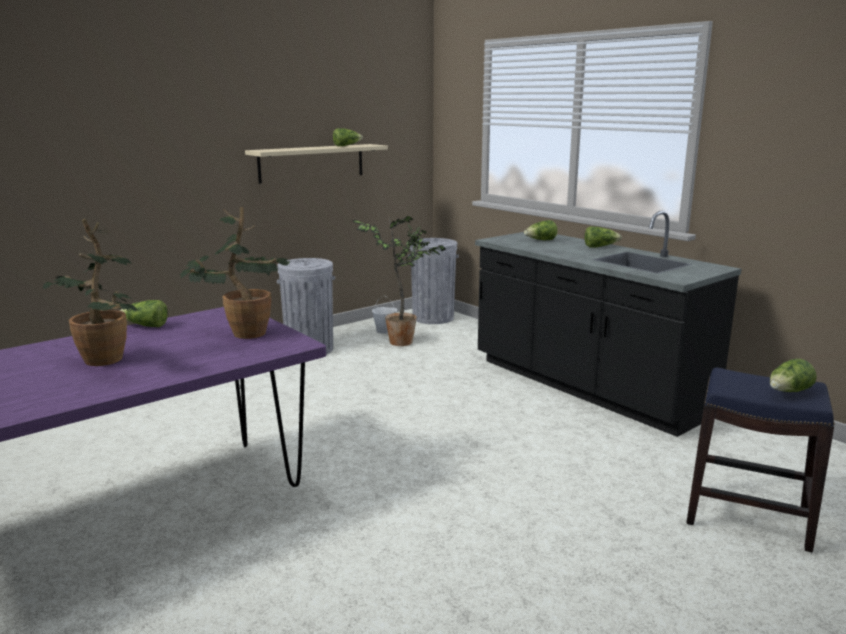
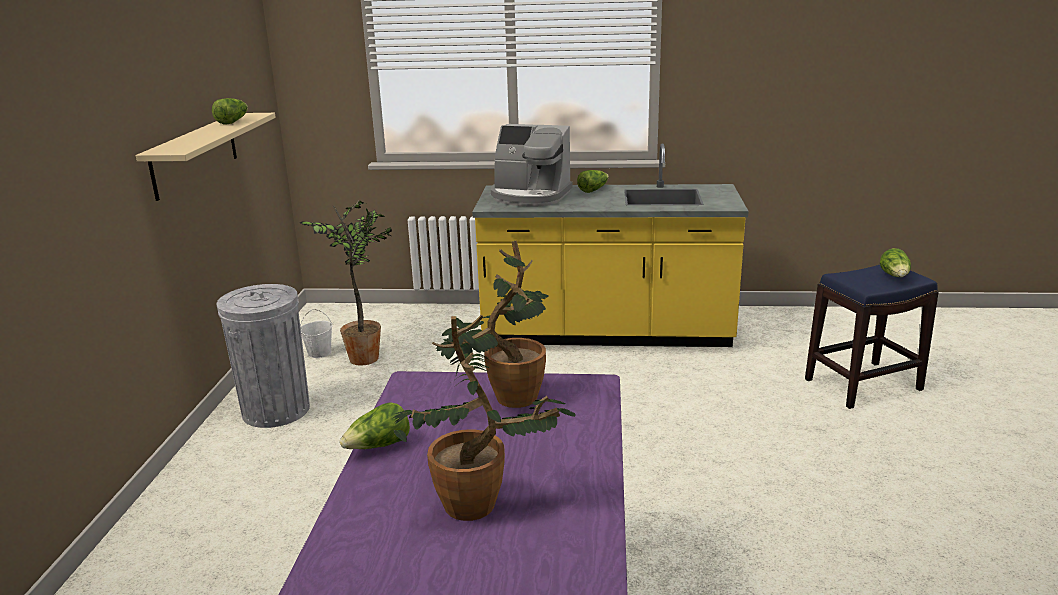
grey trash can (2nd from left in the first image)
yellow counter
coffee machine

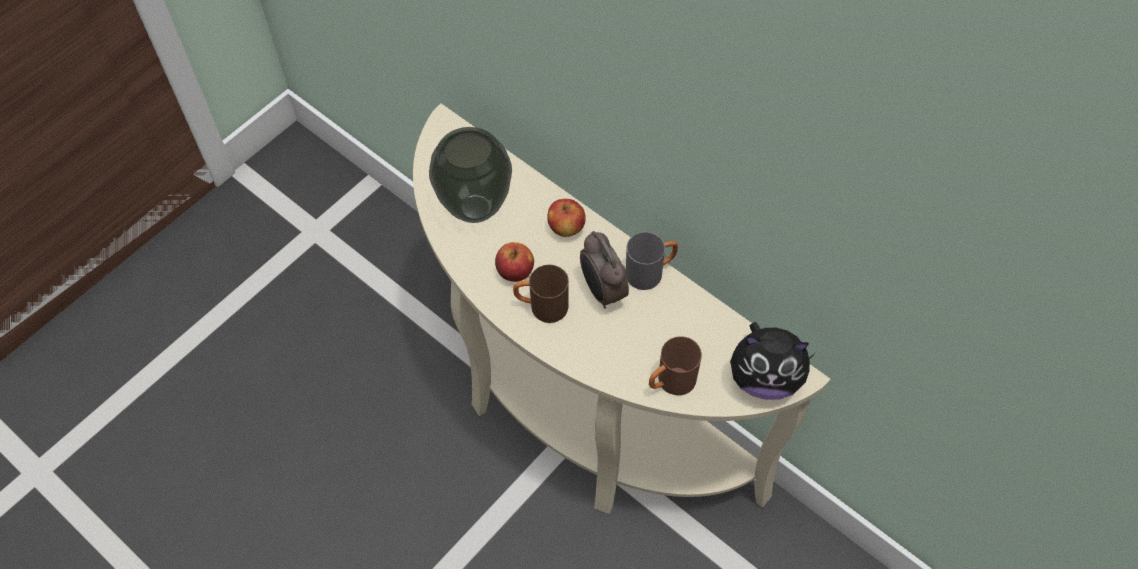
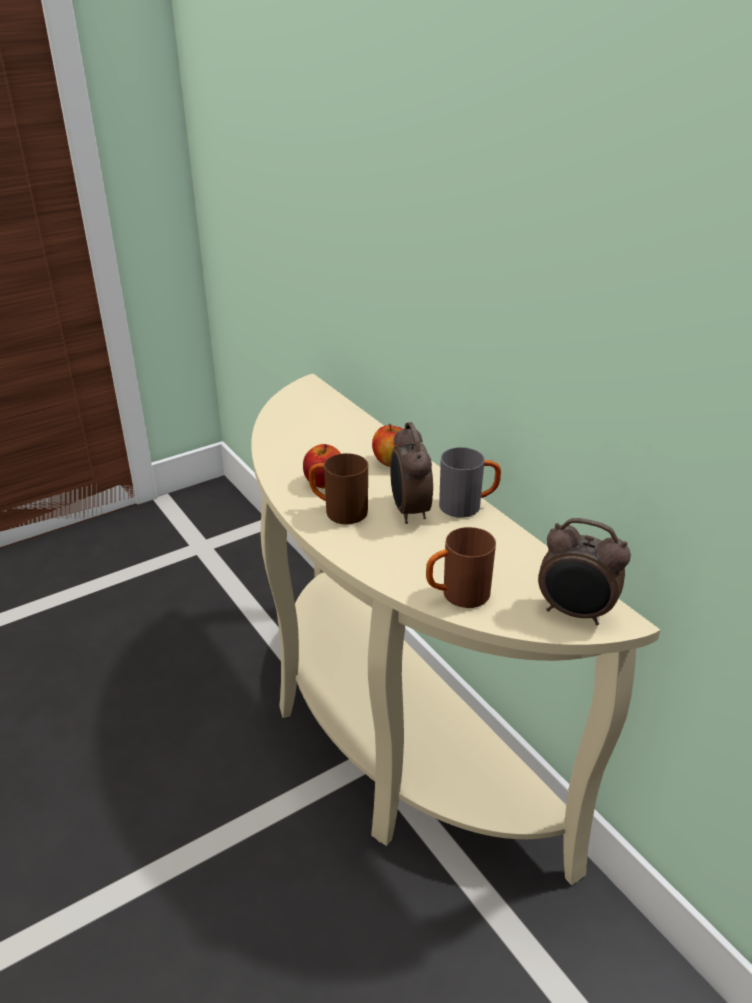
vase
alarm clock (2nd from left)

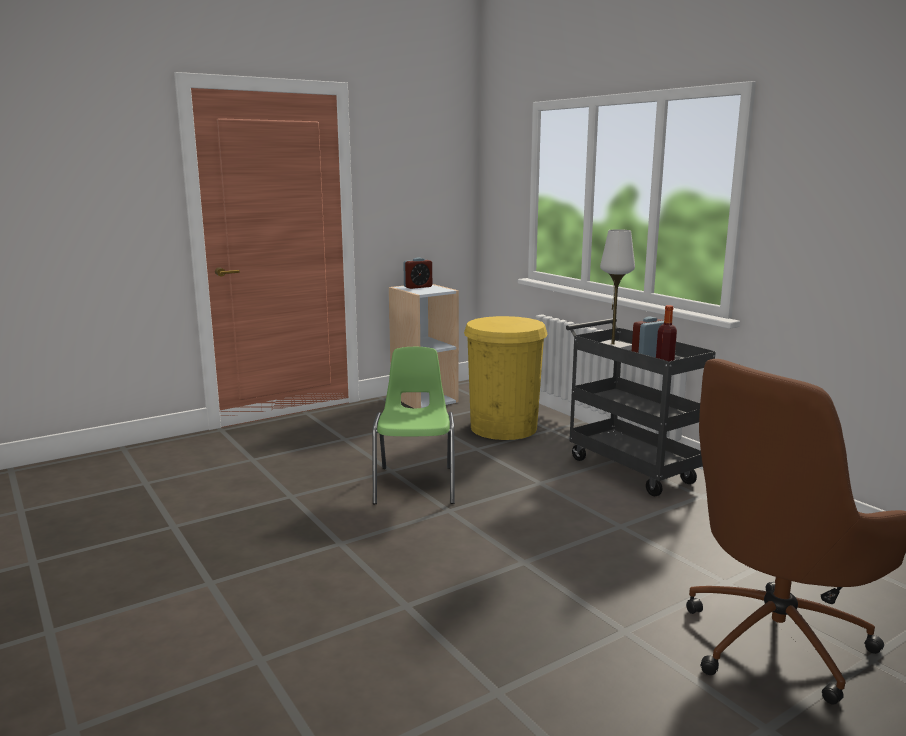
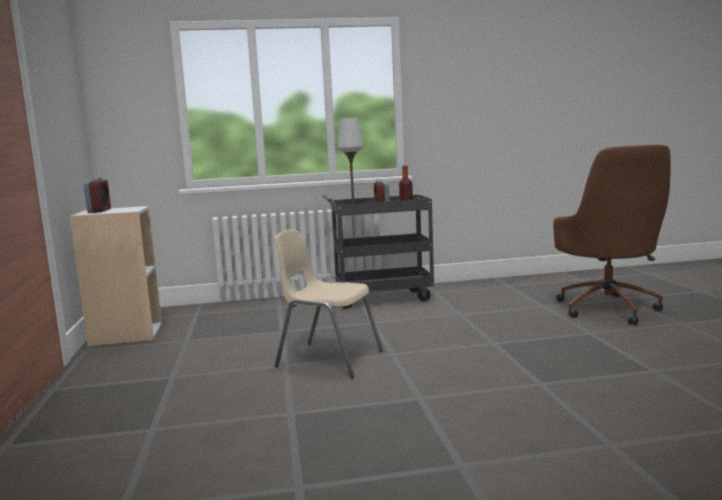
beige chair
yellow trash can

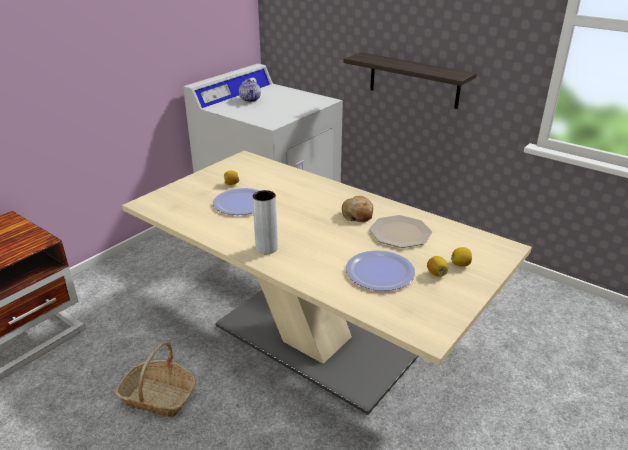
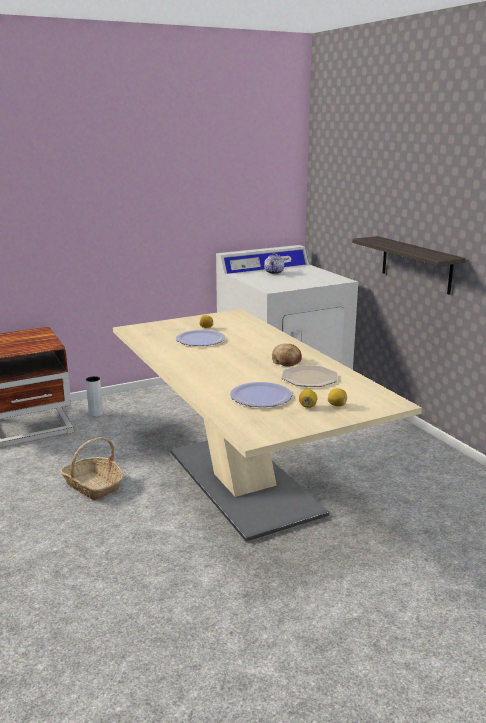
grey vase

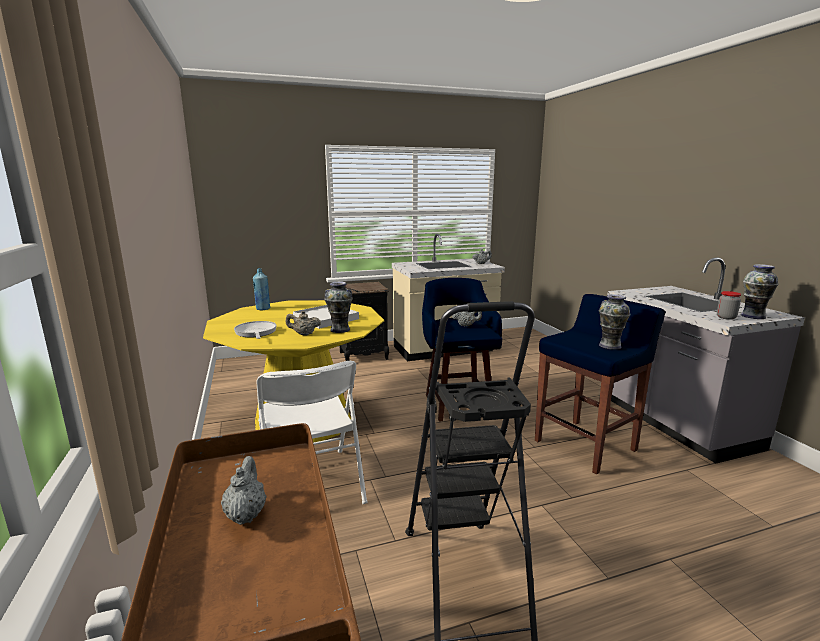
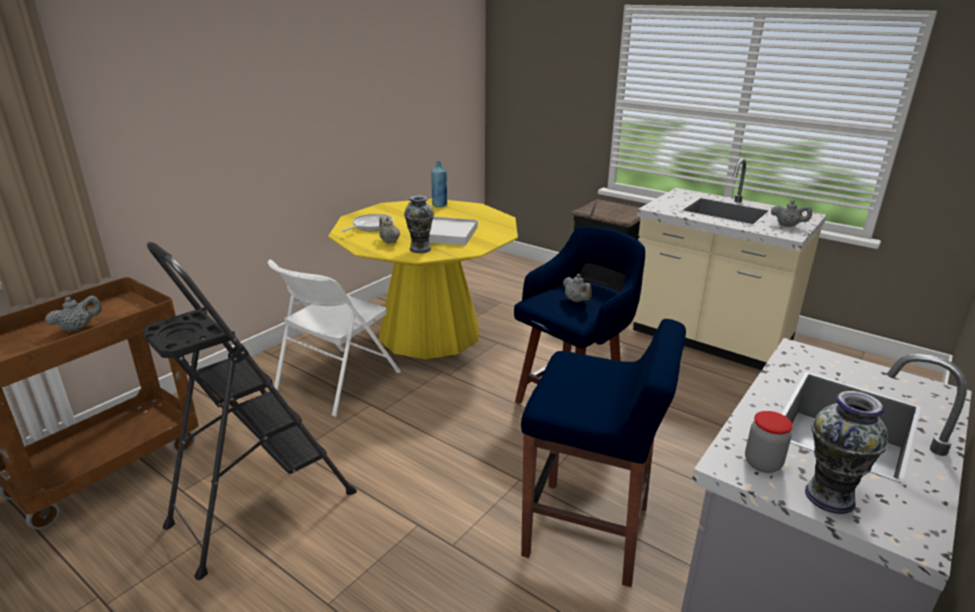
vase (2nd from left in the first image)

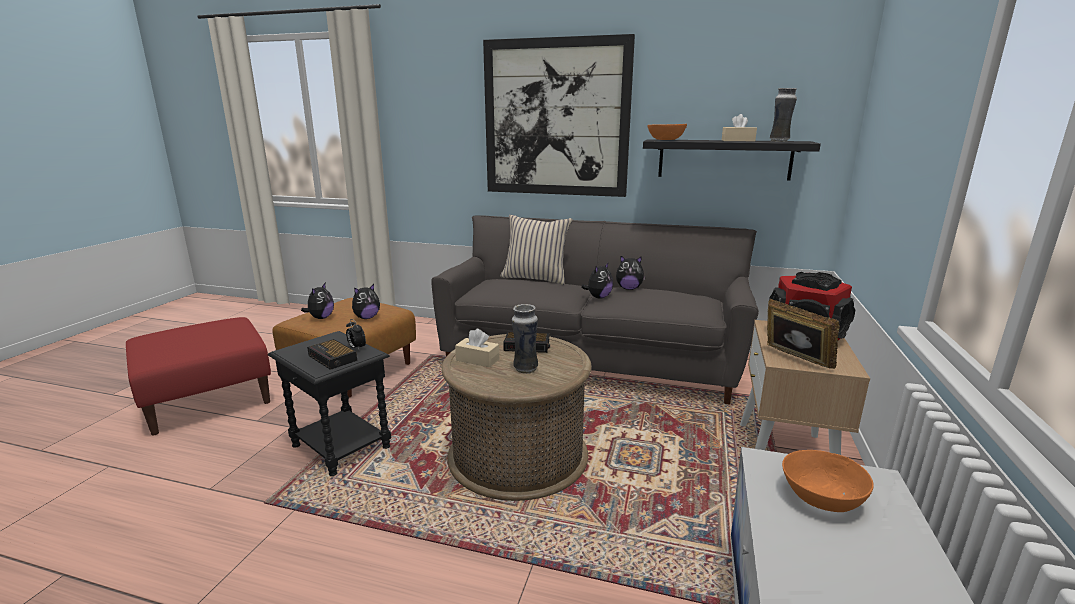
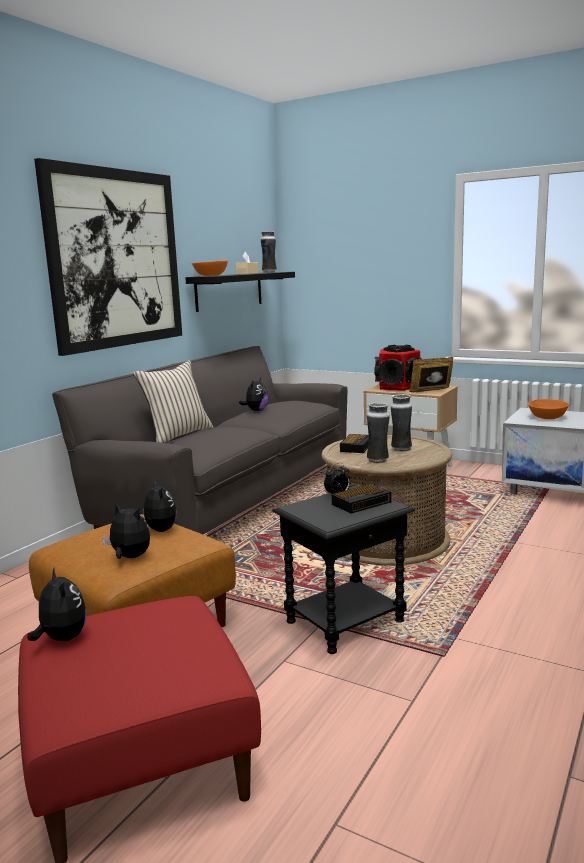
vase (2nd from left)
plush toy (1st from left)

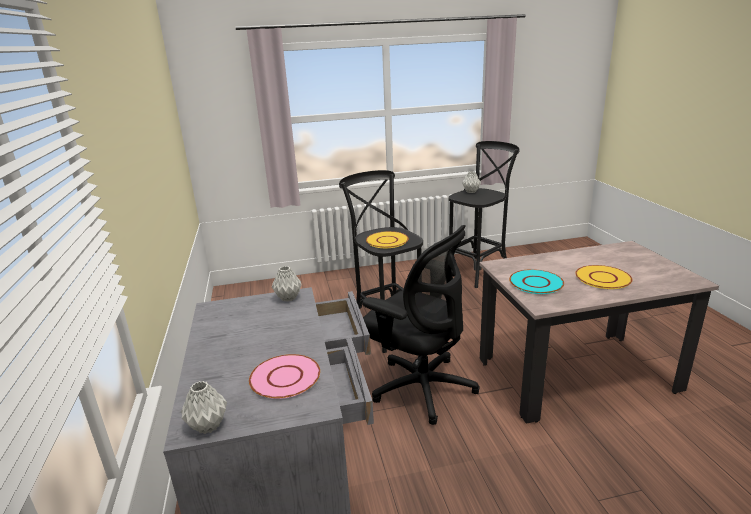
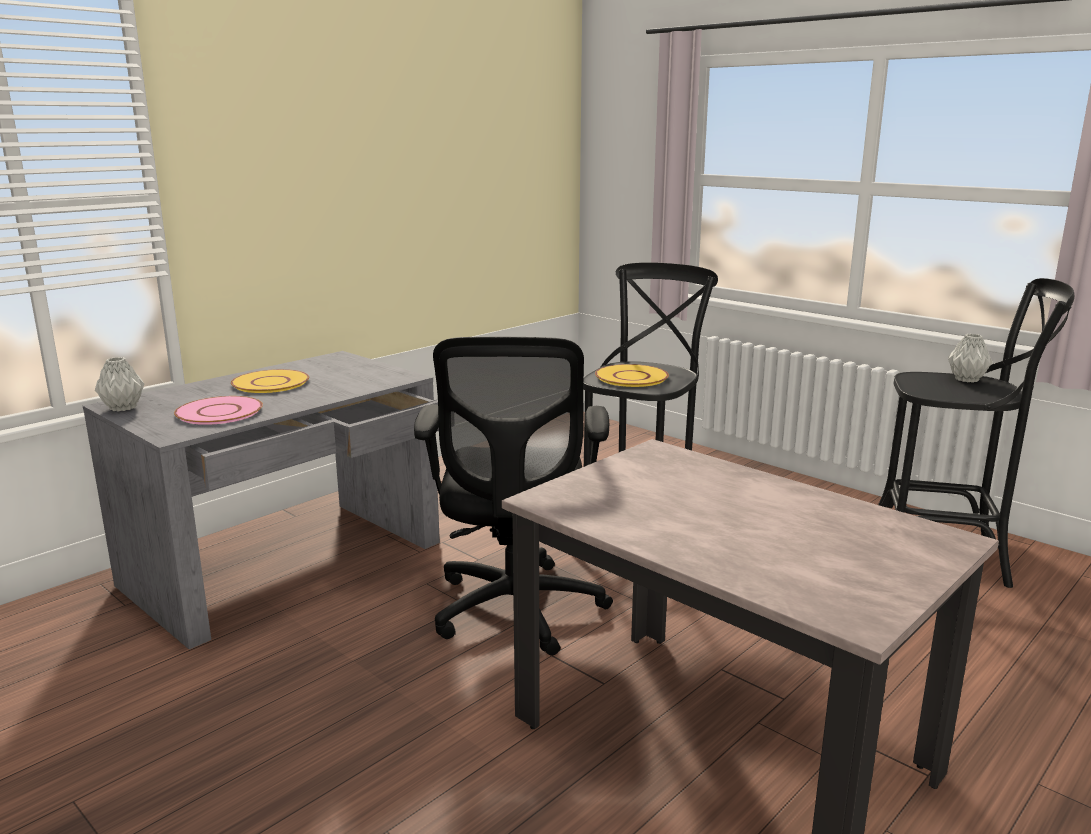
grey vase (2nd from left in the first image)
turquoise plate
yellow plate (1st from left)

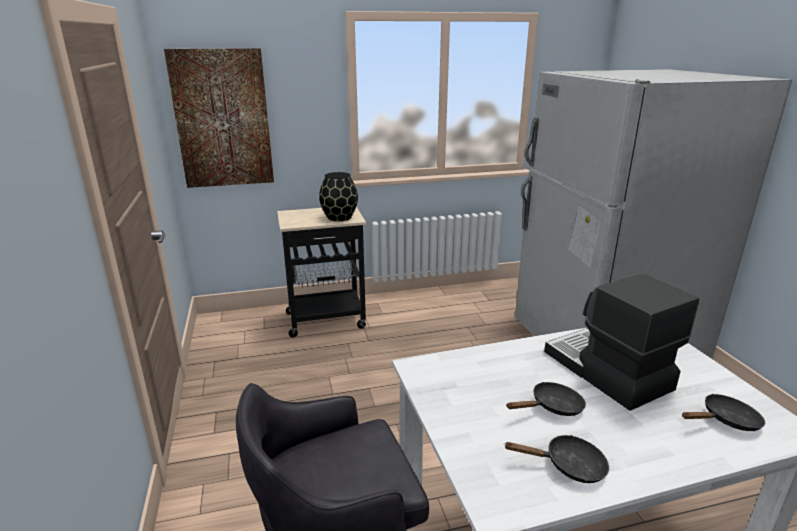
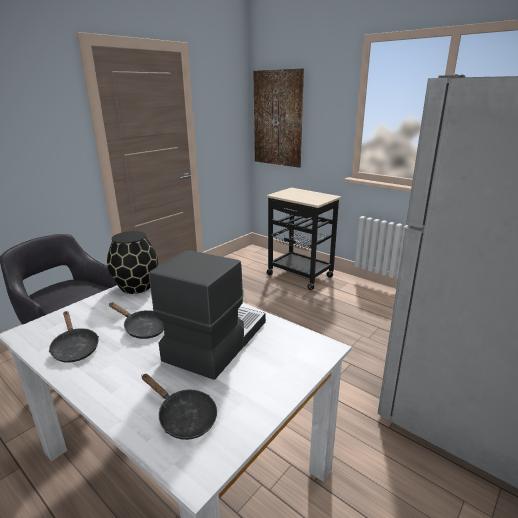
black vase

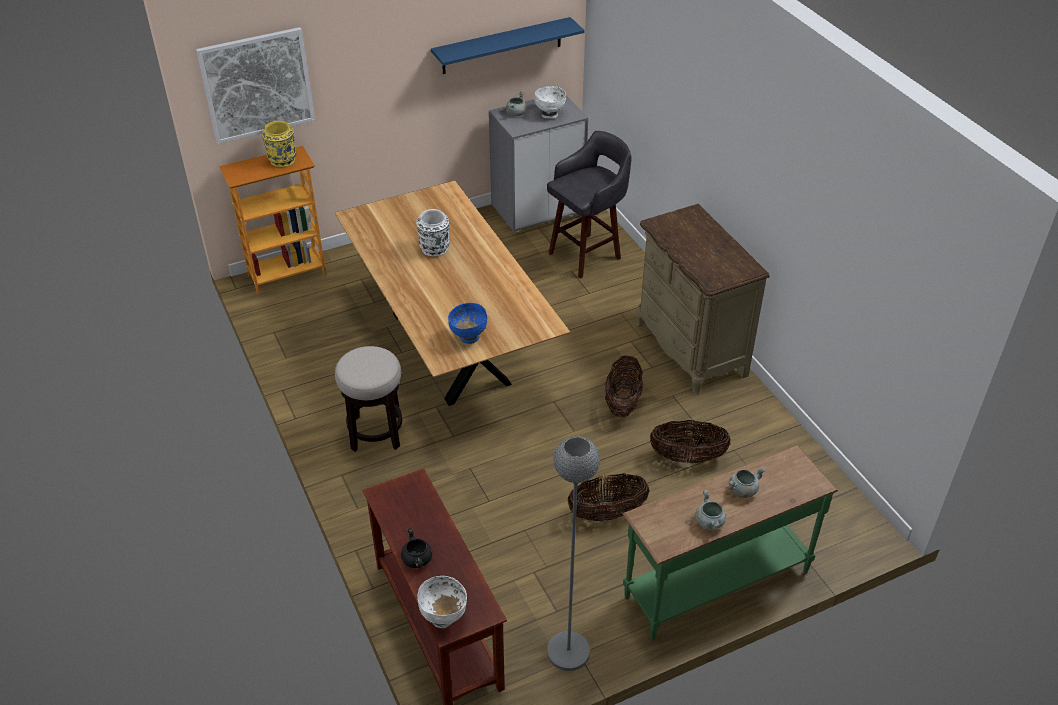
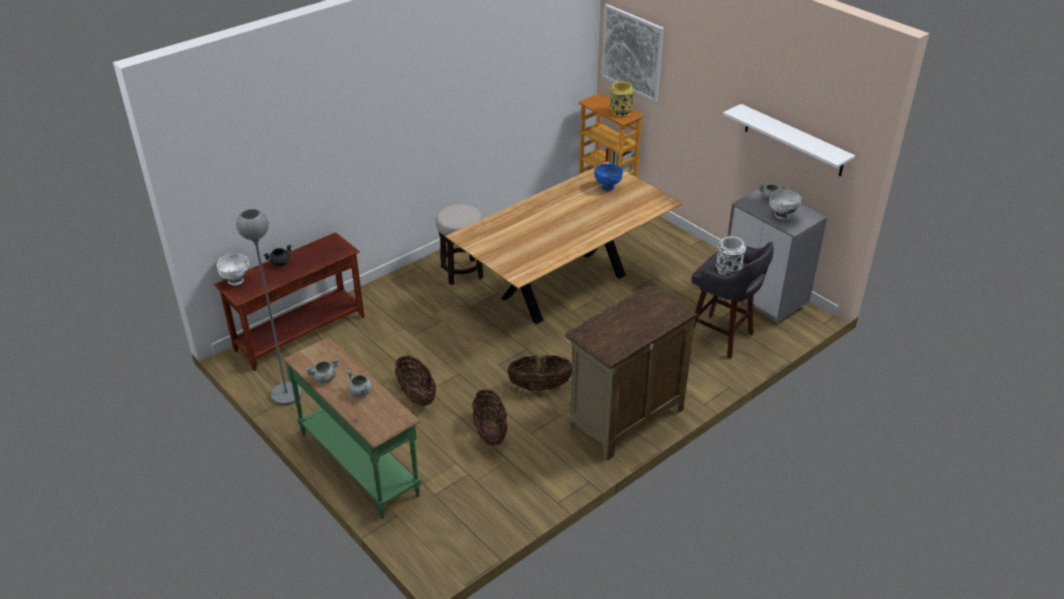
white vase
white shelf
blue bowl

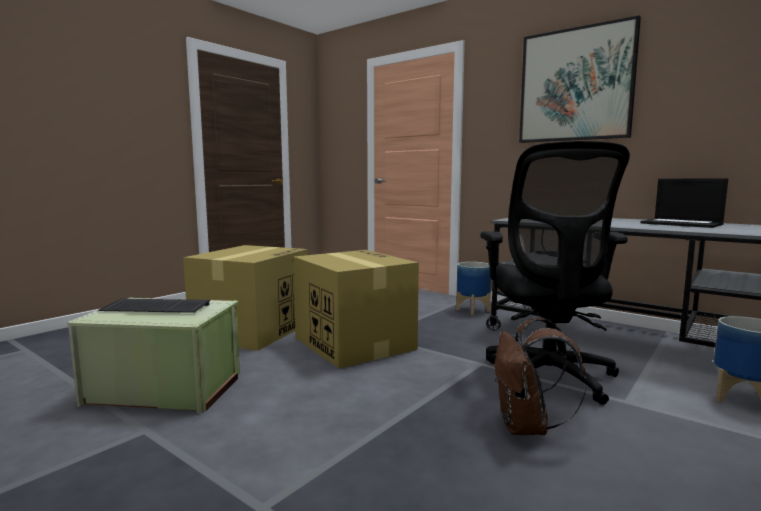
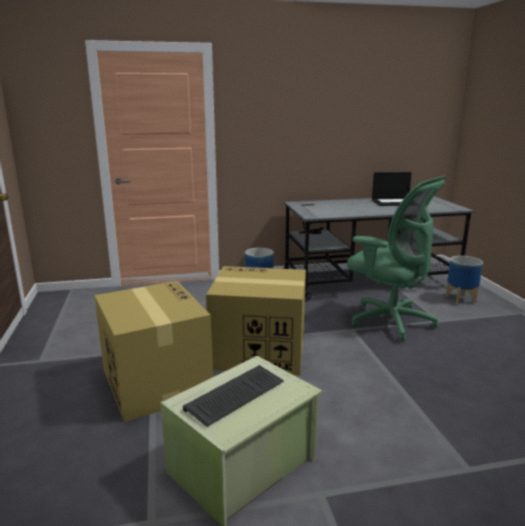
green office chair
brown backpack
picture

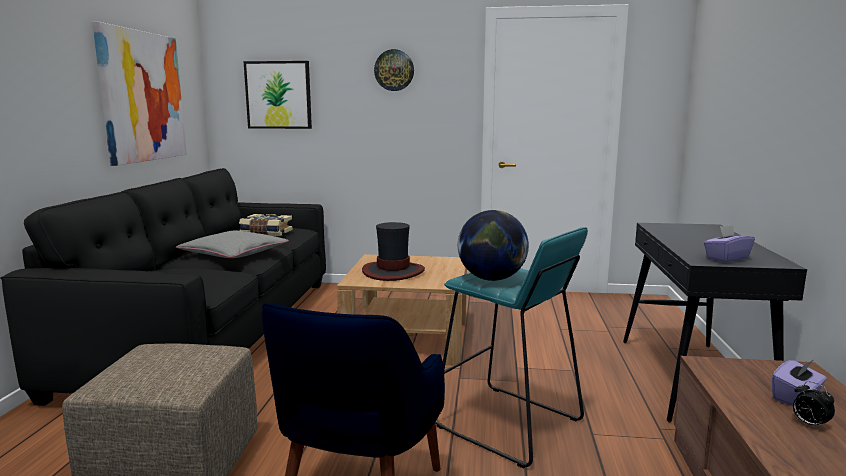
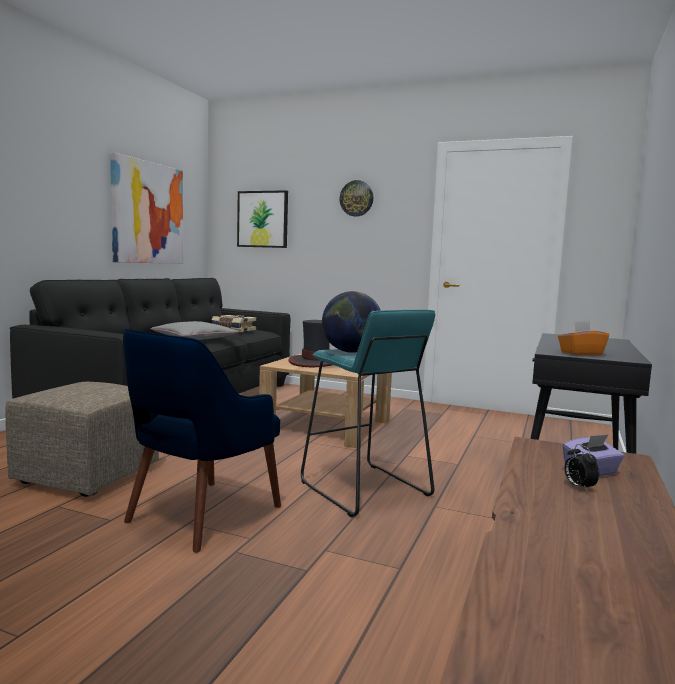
orange tissue box

